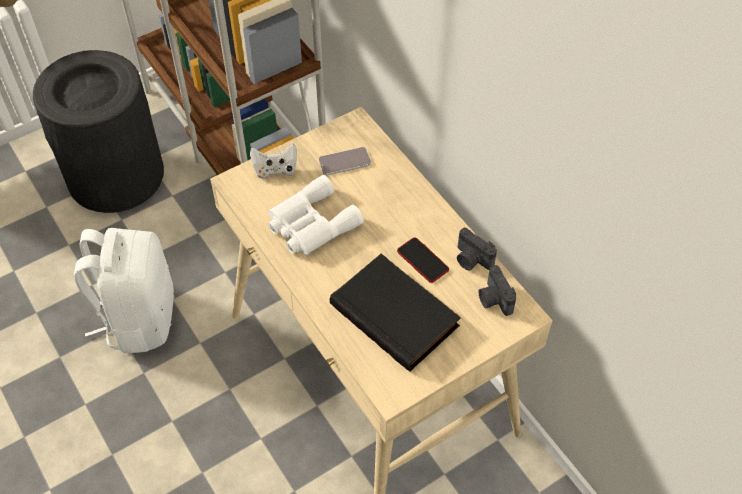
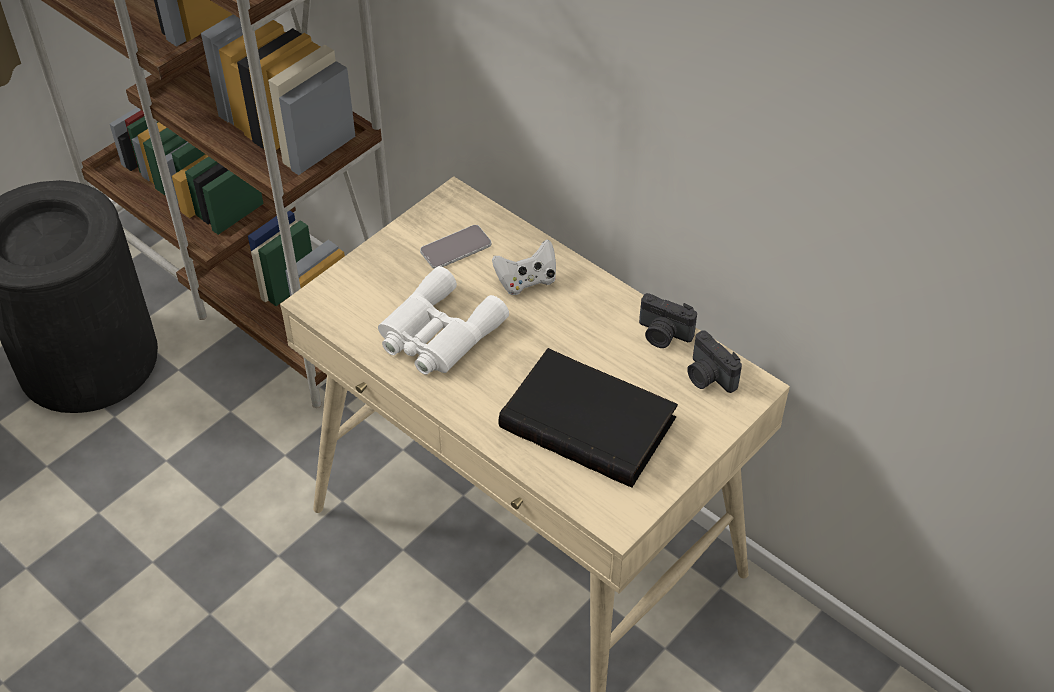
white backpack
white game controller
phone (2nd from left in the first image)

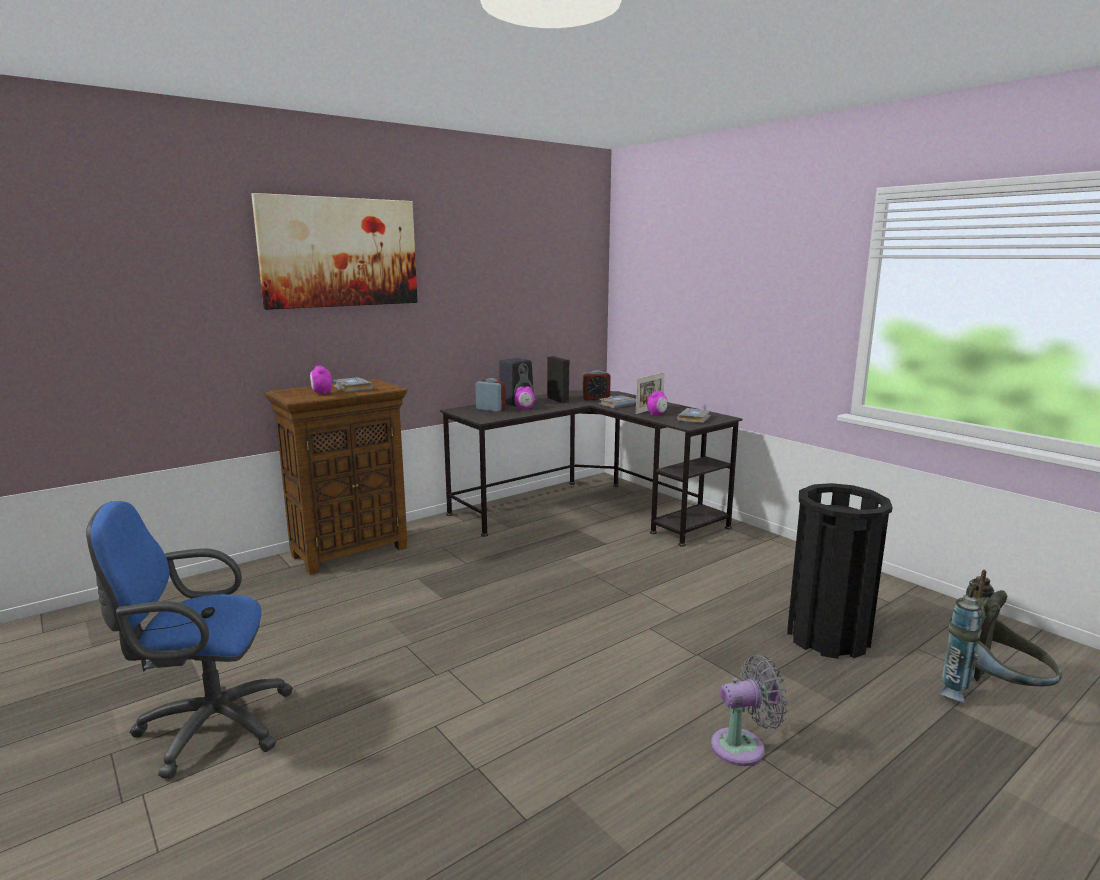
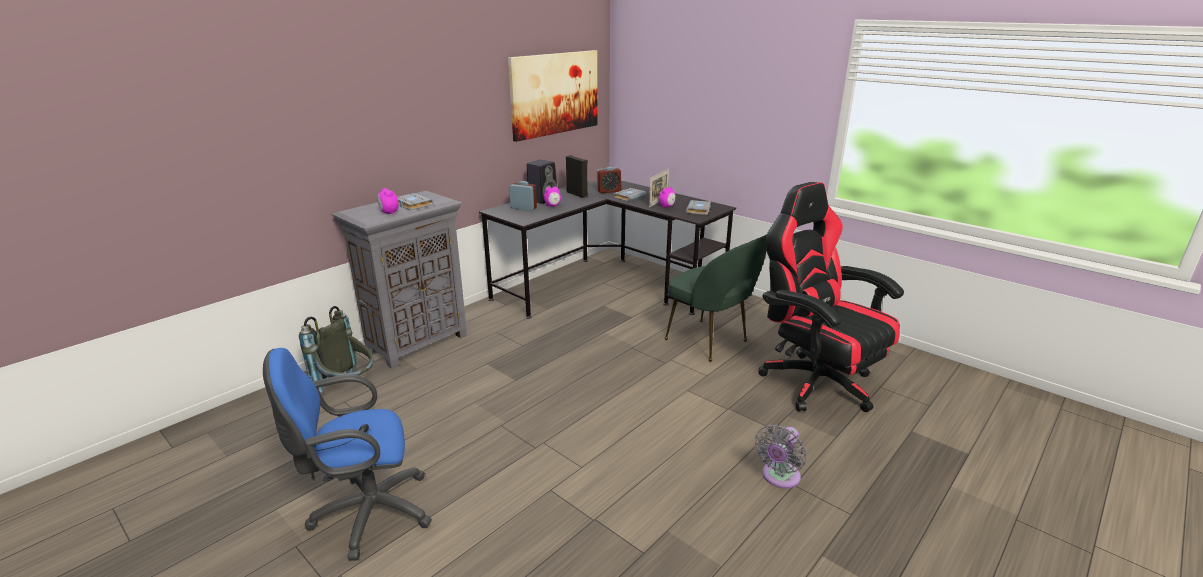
picture
grey cabinet
grey fan
black office chair
grey backpack
green chair

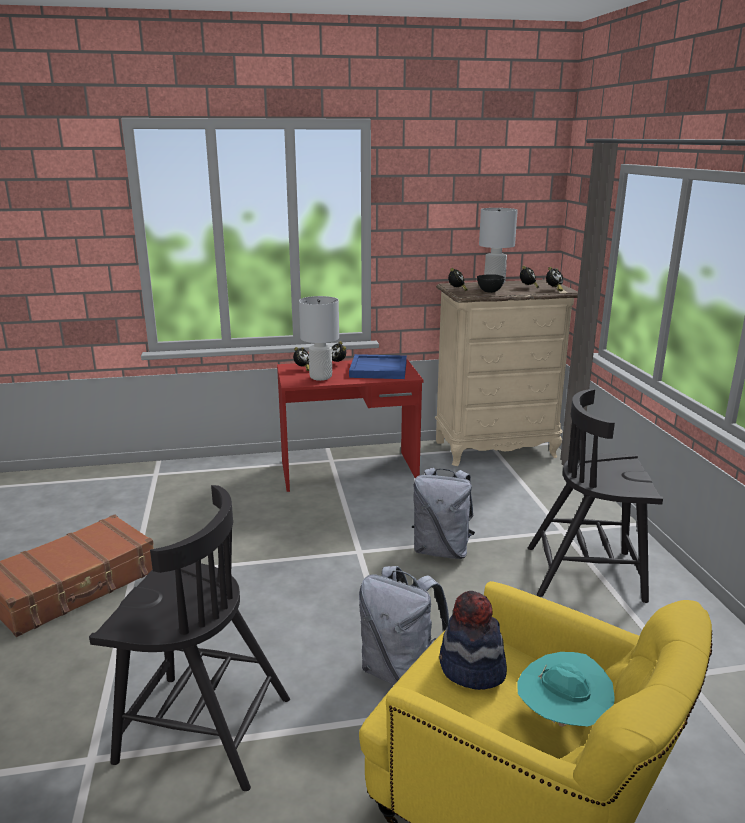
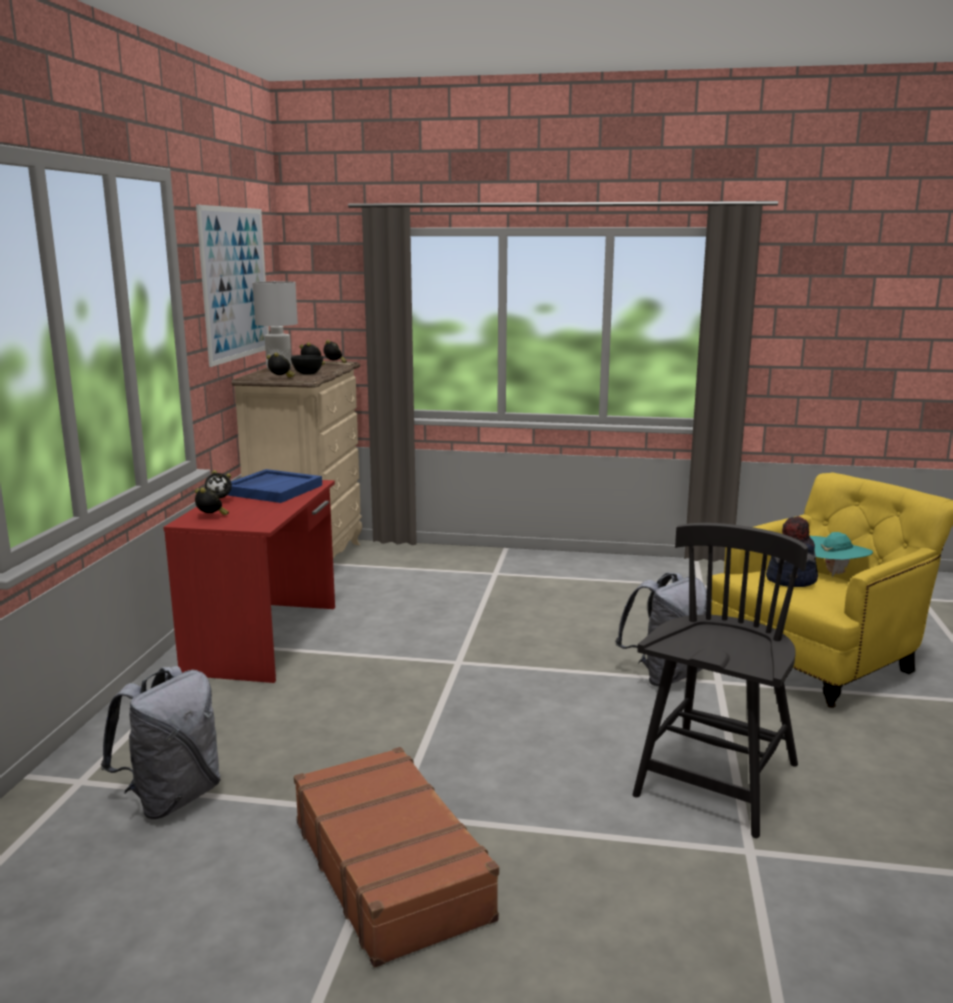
grey table lamp (1st from left in the first image)
grey backpack (1st from left)
black chair (2nd from left in the first image)
picture

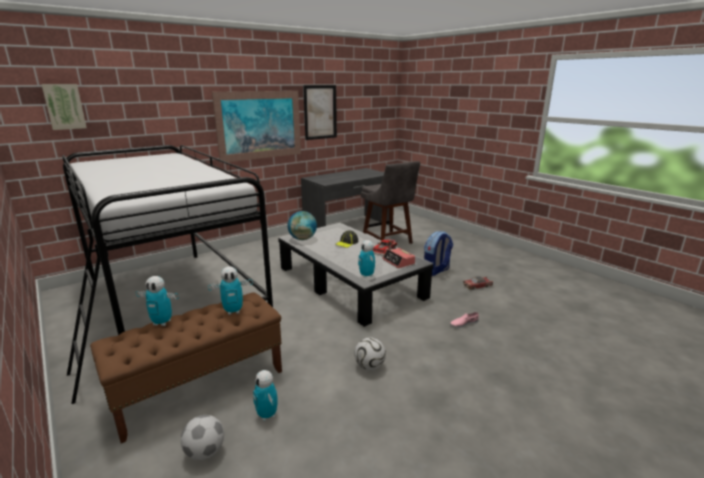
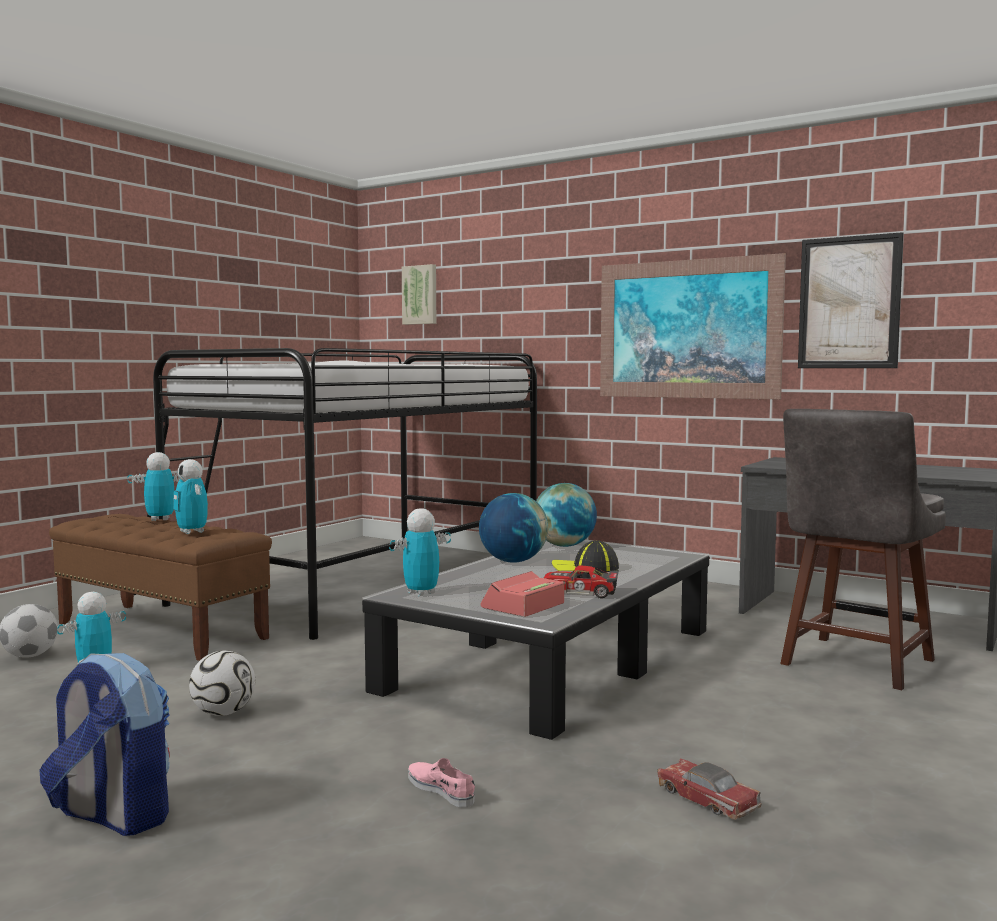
toy robot (2nd from left)
backpack
globe (1st from left)

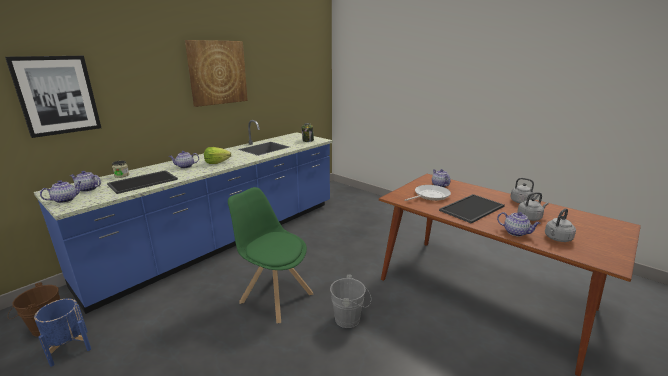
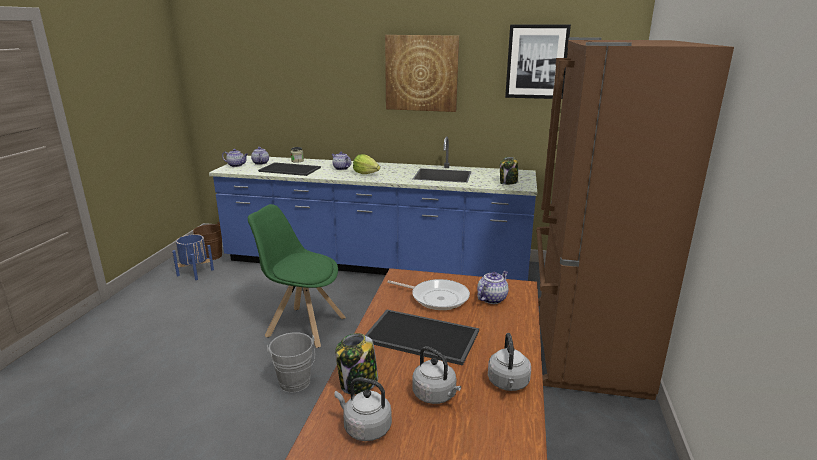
picture (2nd from left)
green chair
jar (2nd from left)
brown fridge

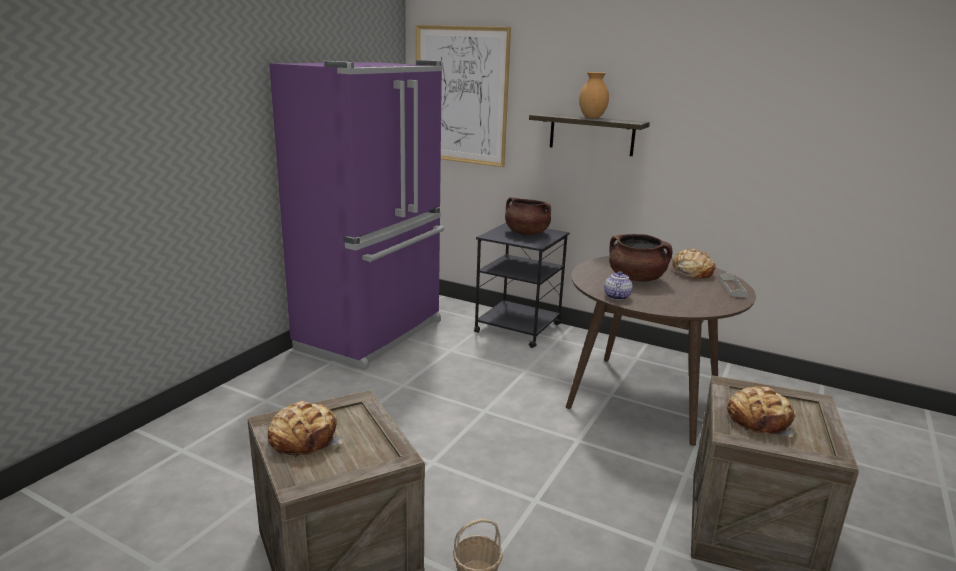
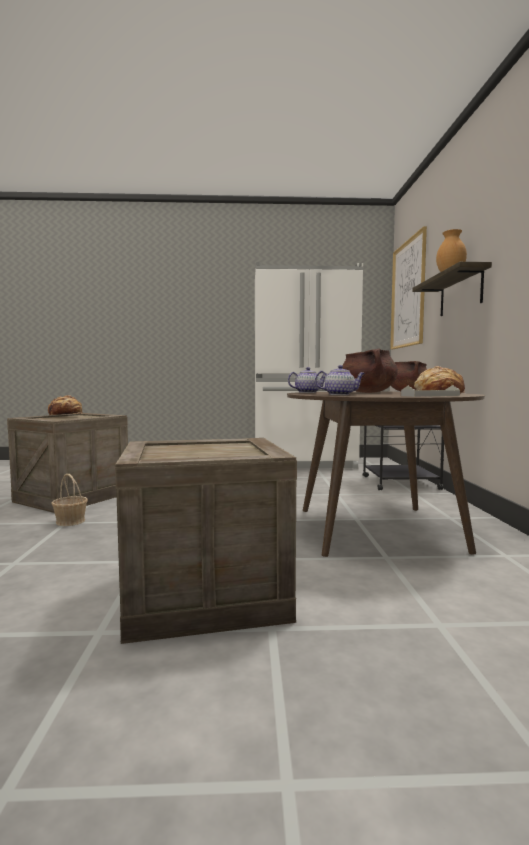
white fridge
bread (3rd from left in the first image)
teapot (2nd from left)

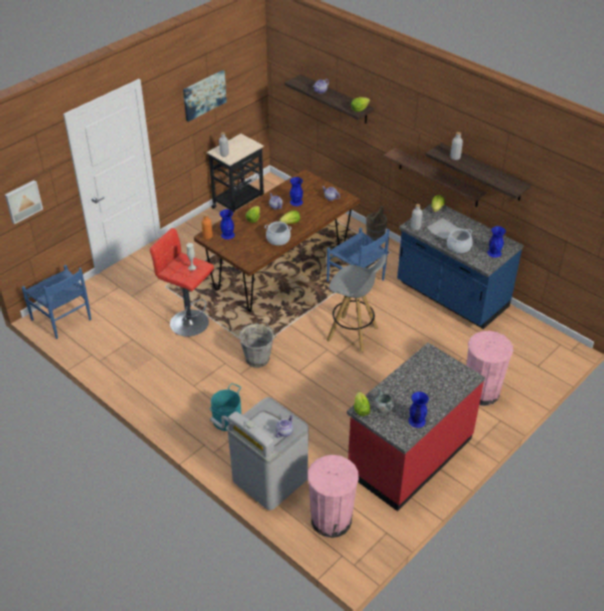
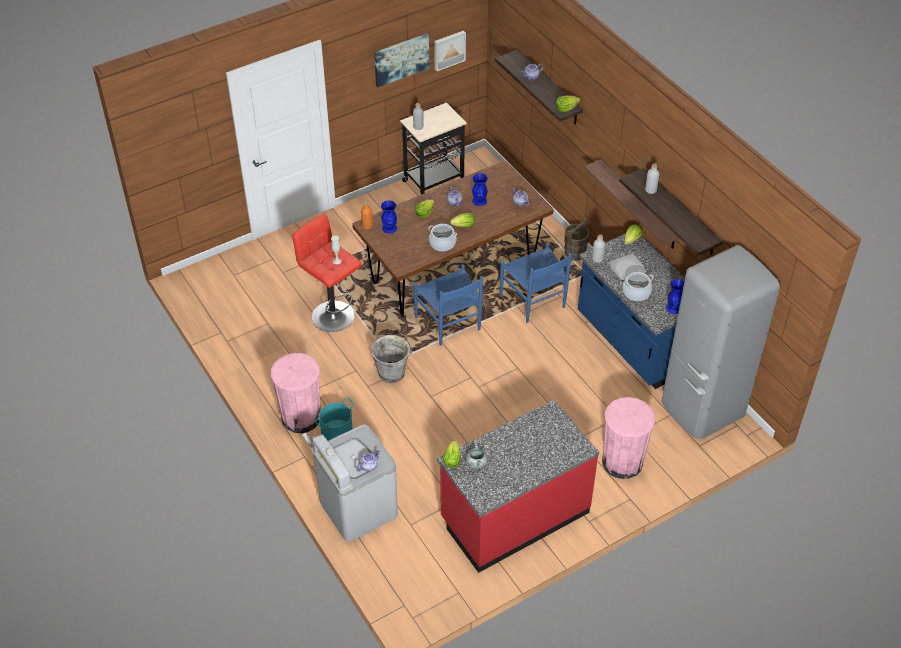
picture (2nd from left)
blue chair (1st from left)
pink trash can (1st from left)
grey stool
blue vase (3rd from left in the first image)
grey fridge

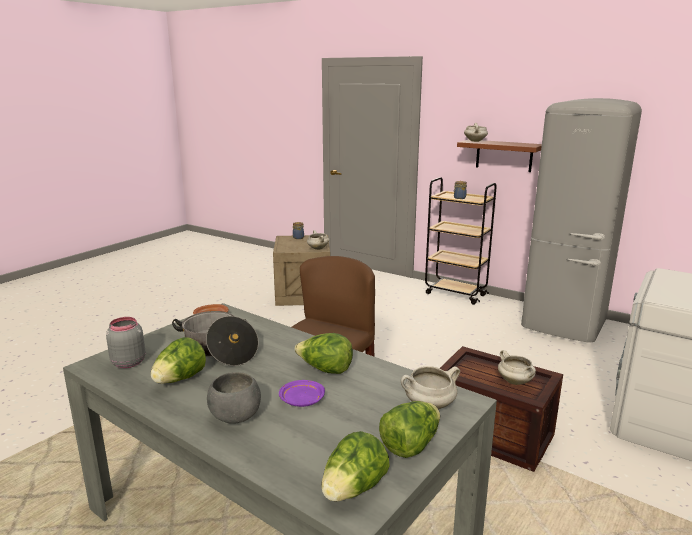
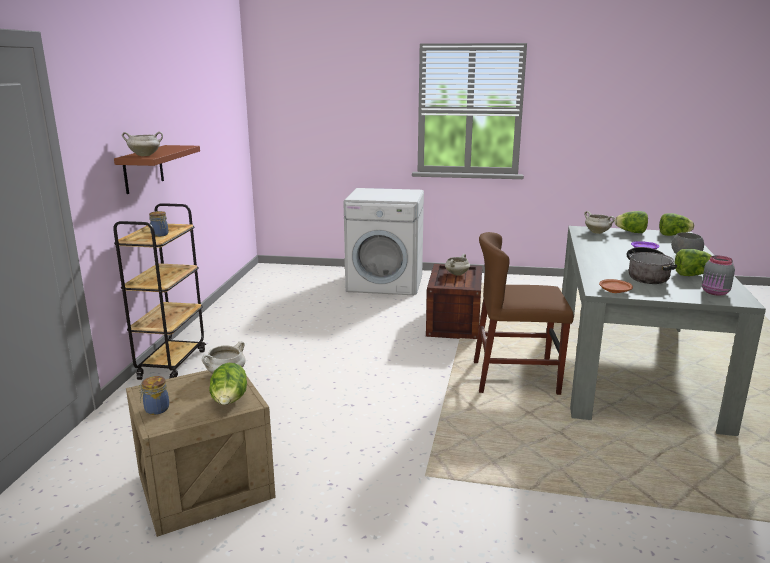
lettuce (1st from left)
grey fridge

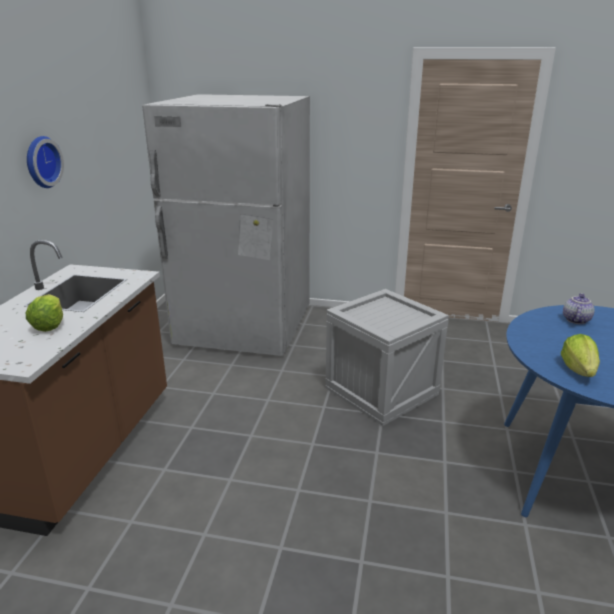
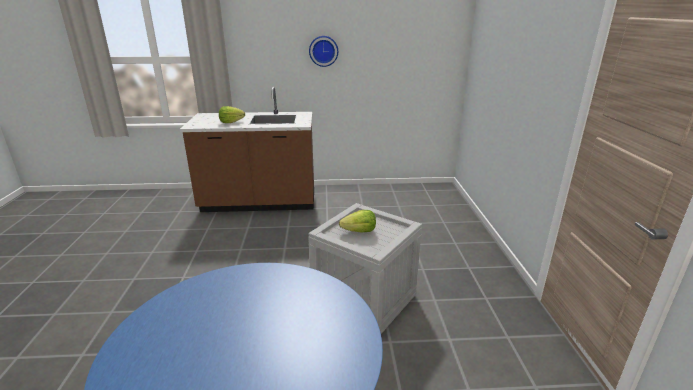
white fridge
lettuce (2nd from left)
teapot

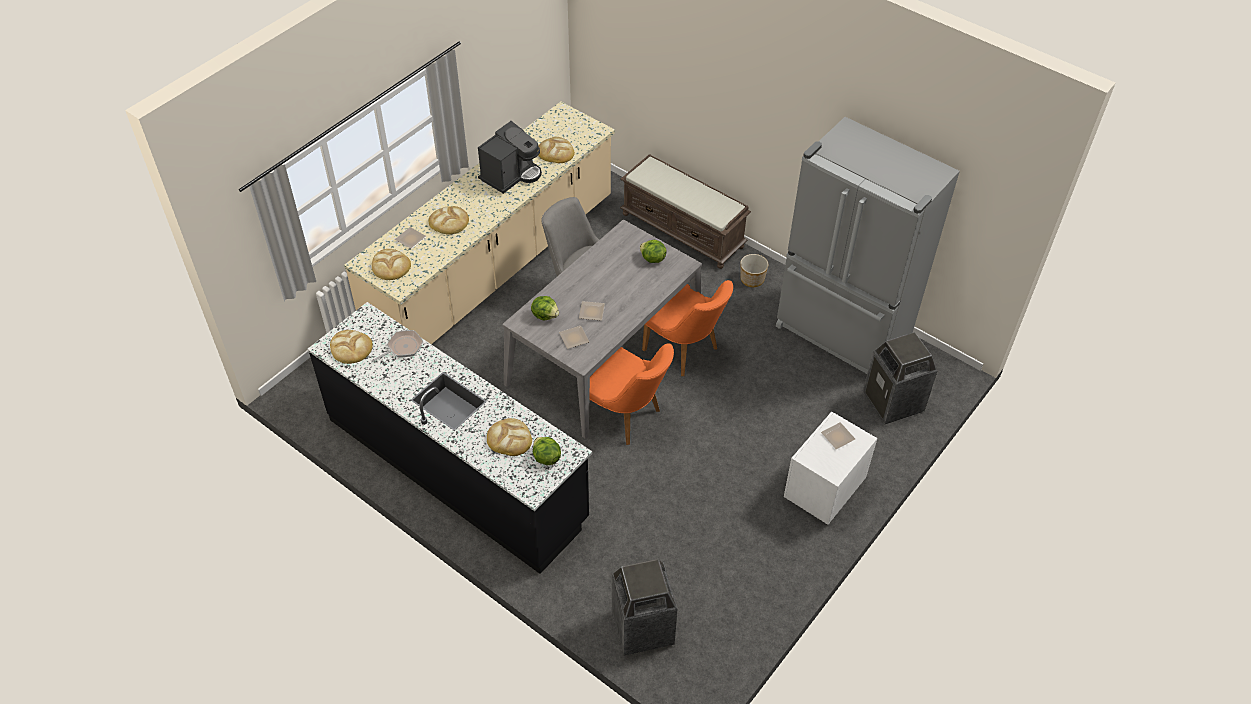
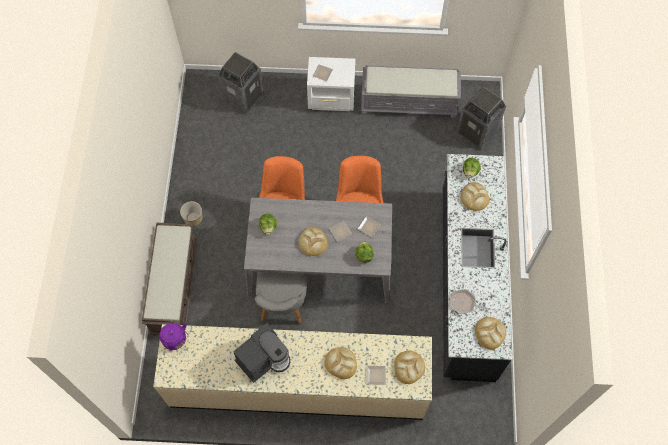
coffee machine
bread (1st from left)
grey fridge
purple kettle
grey bench

